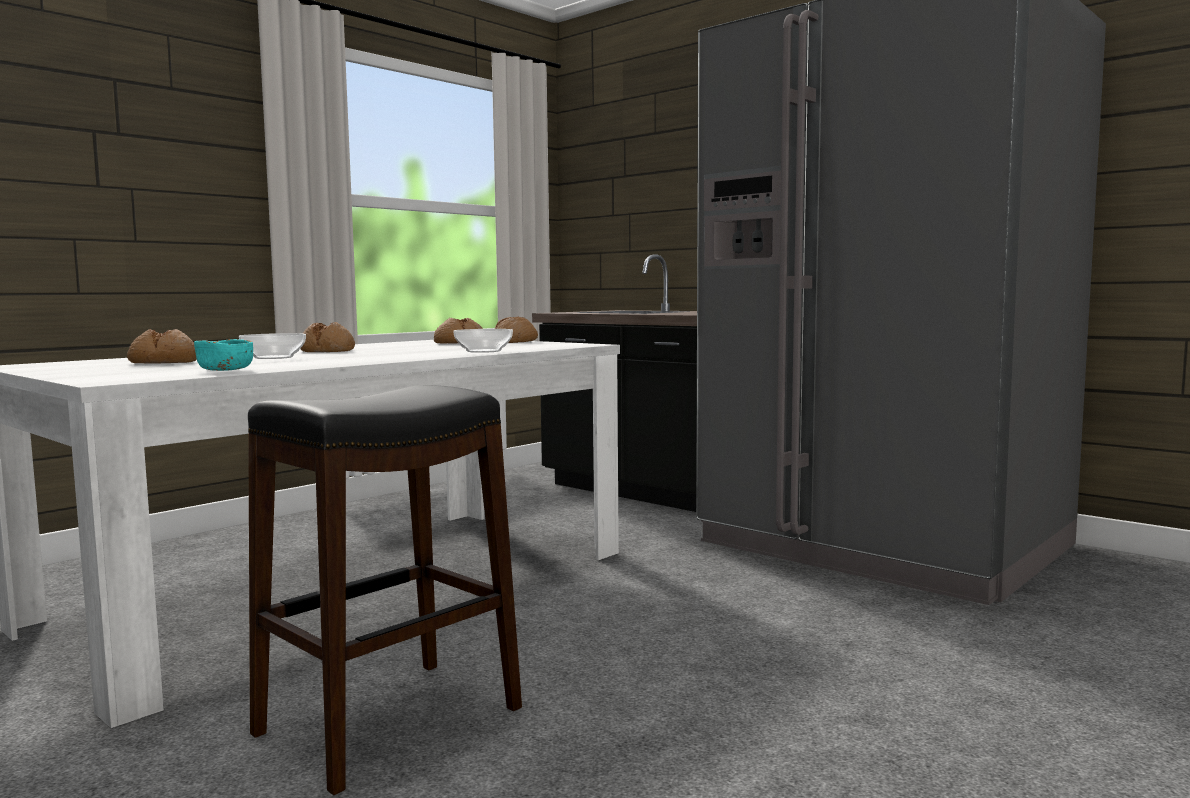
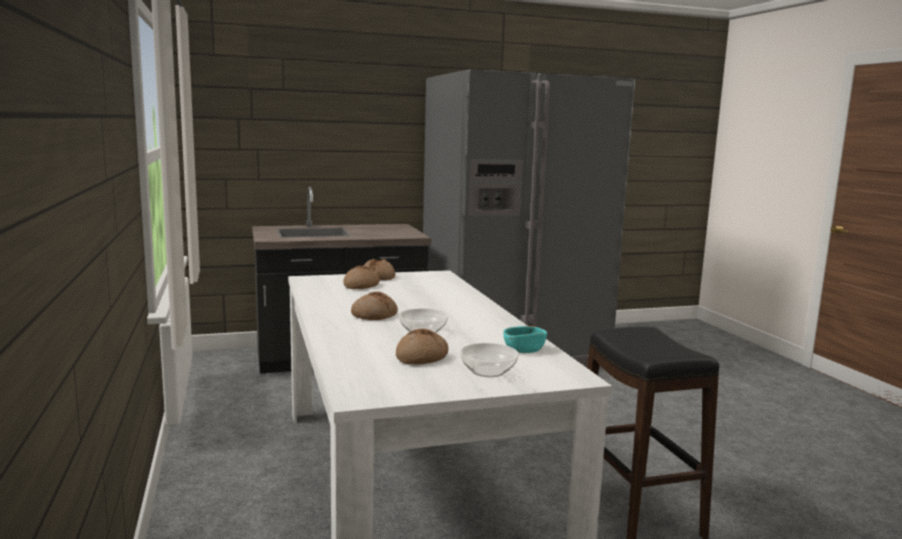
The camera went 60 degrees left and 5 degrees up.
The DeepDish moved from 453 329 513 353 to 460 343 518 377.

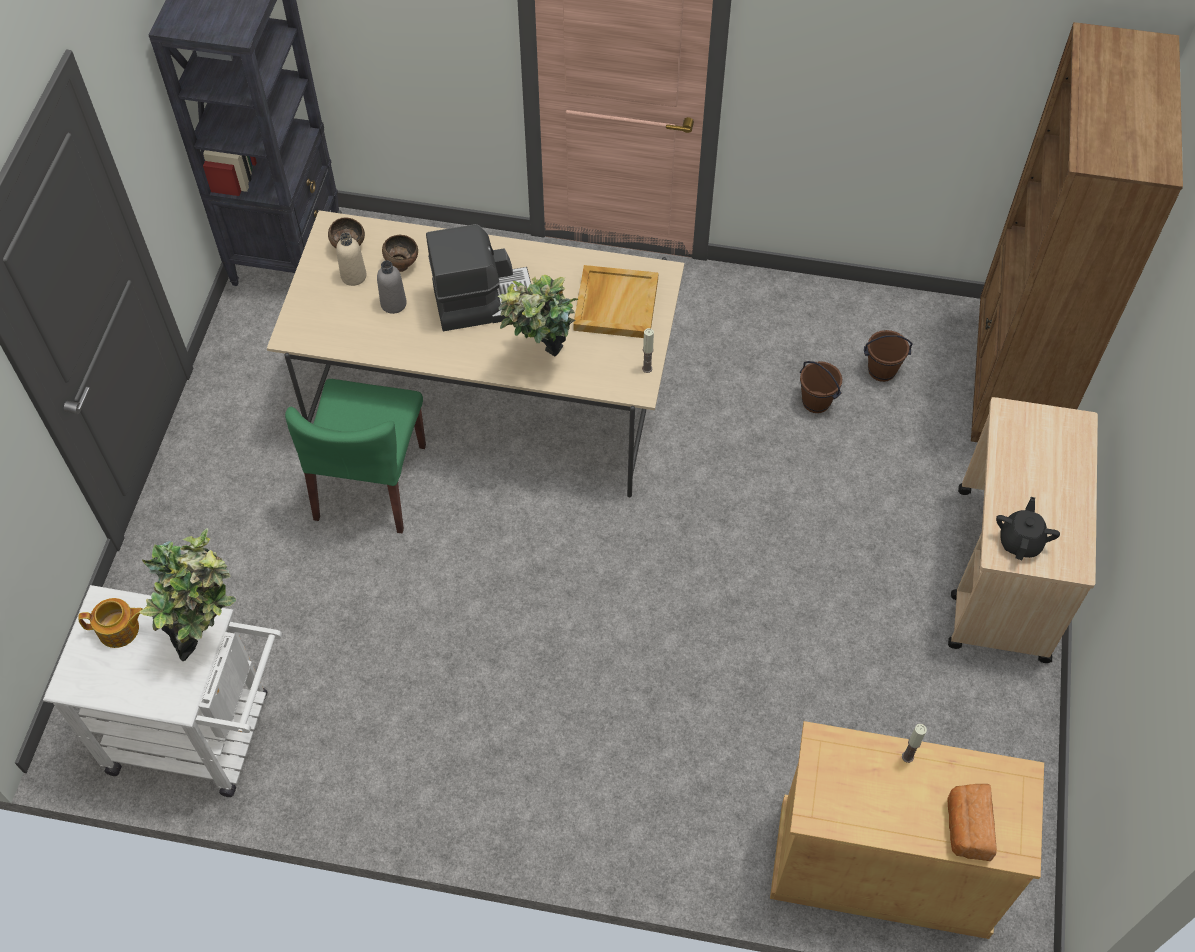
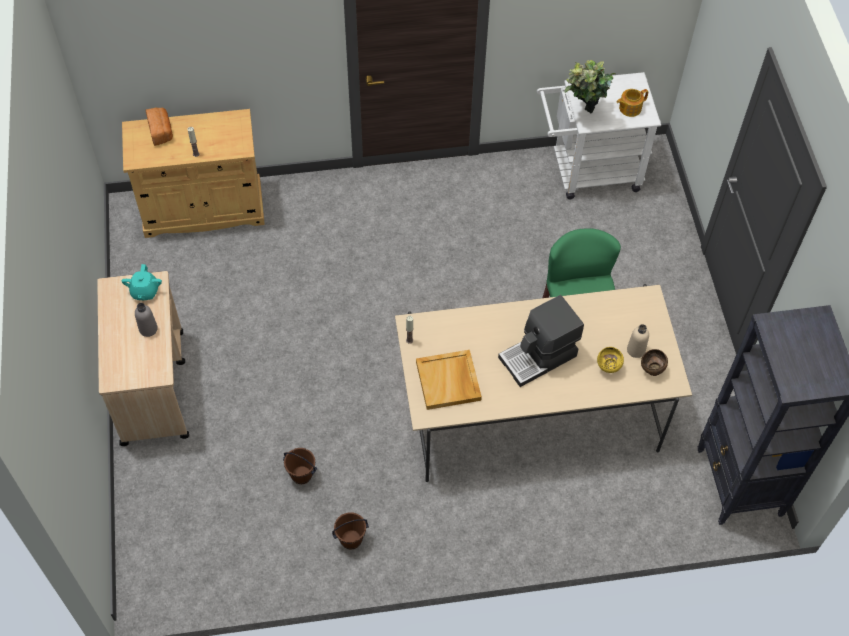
The camera went 160 degrees right and 0 degrees up.
The BrownColouredBookshelf at 971 22 1183 442 disappeared.
The BrownColouredDeepDish at 382 235 418 272 became the YellowishDeepDish at 597 347 624 373.
The GreyishBeverageBottle moved from 377 260 407 314 to 135 303 158 337.
The PottedPlant at 497 275 579 356 disappeared.
The BrownColouredBucket moved from 864 330 913 382 to 332 512 369 549.
The BlackTeaPot at 996 497 1060 560 became the BlueGreenTeaPot at 121 264 162 300.

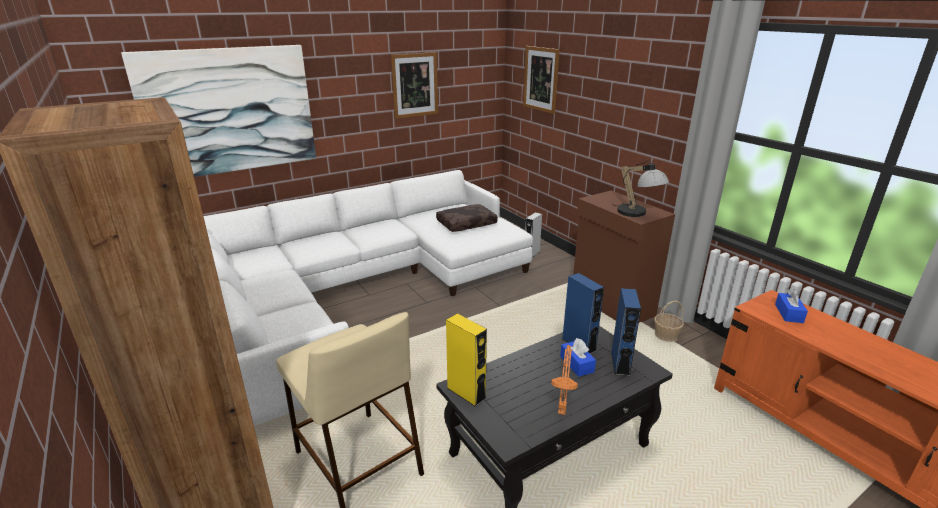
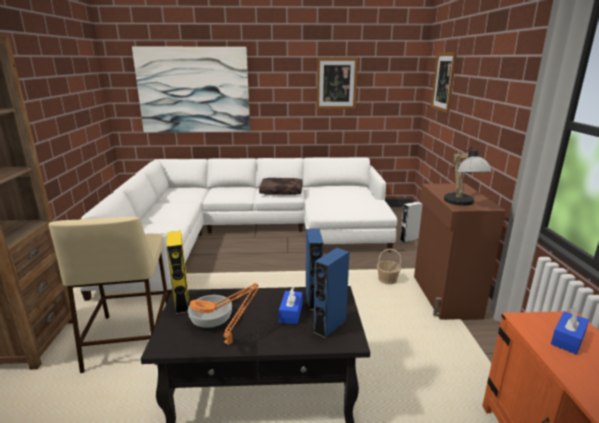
The camera went 30 degrees right and 5 degrees down.
The BrownColouredPillow moved from 436 204 498 232 to 259 178 303 195.
The HouseholdBasket moved from 654 301 684 342 to 377 249 401 284.
The DeepDish at 188 295 232 330 appeared.

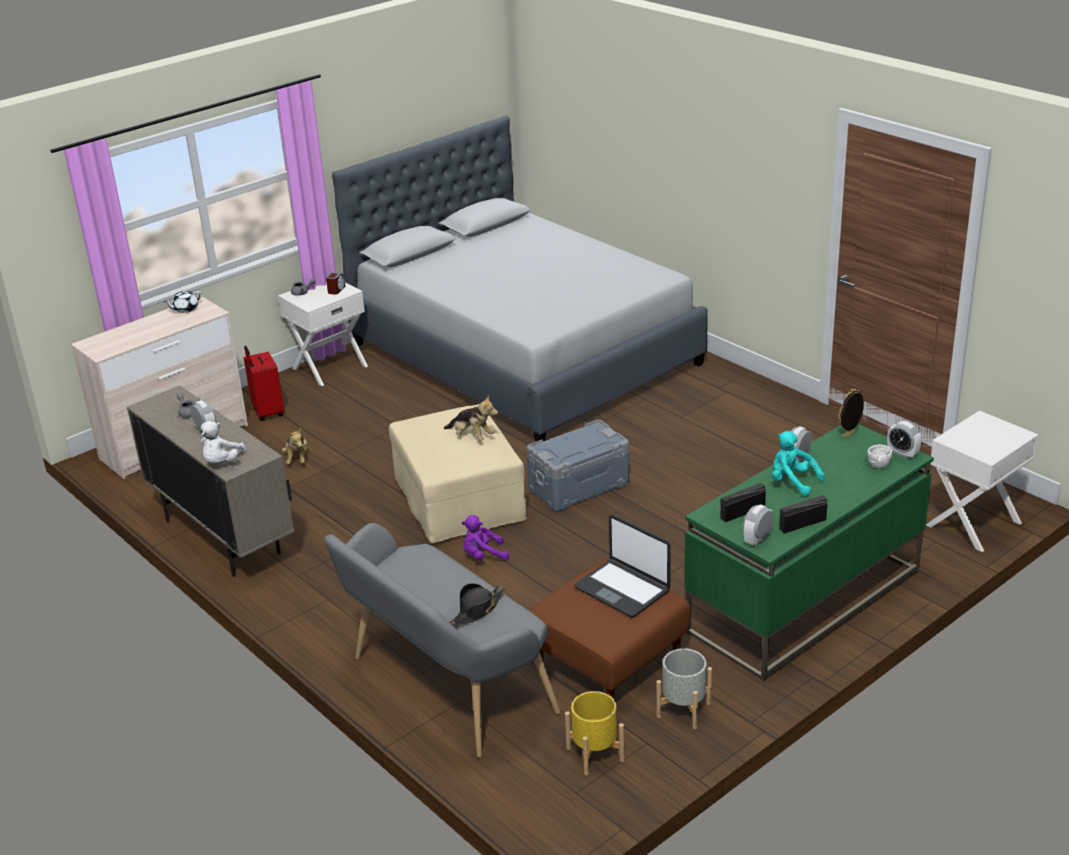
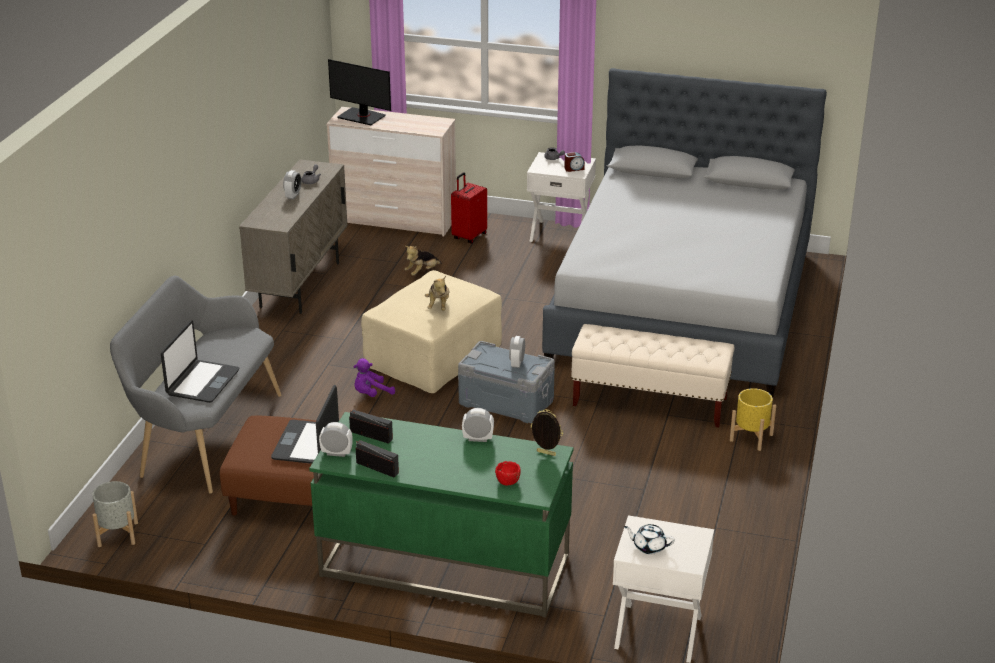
The camera went 55 degrees right and 0 degrees up.
The WhiteTeaPot moved from 164 290 202 313 to 624 524 675 554.
The WhiteCuddlyToy at 201 421 246 463 disappeared.
The TableClock moved from 887 421 921 459 to 509 336 525 368.
The BlueGreenCuddlyToy at 772 431 825 496 disappeared.
The WhiteDeepDish at 867 444 893 469 became the ReddishDeepDish at 495 461 521 486.
The PurplishCuddlyToy at 461 515 509 561 turned 75 degrees counterclockwise.
The BlackWearableHat at 449 583 505 626 was replaced by the PortableComputer at 161 321 239 403.
The GreyishPlantPot moved from 656 648 712 729 to 92 481 138 547.
The YellowishPlantPot moved from 565 691 625 775 to 730 388 776 451.
The ComputerDisplay at 328 59 391 125 appeared.
The BeigeLongSeat at 571 324 734 428 appeared.

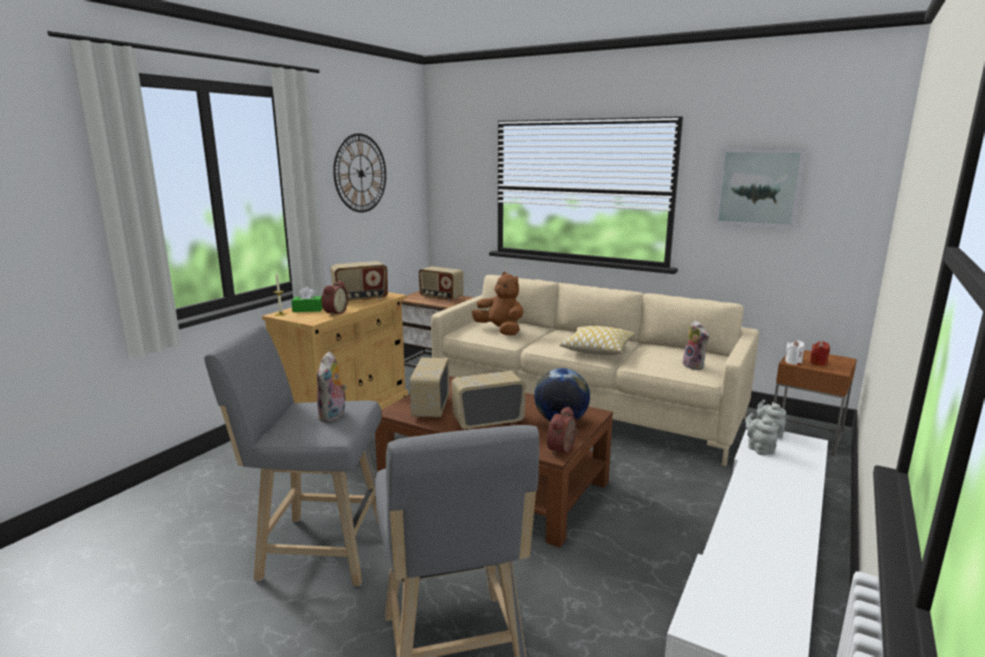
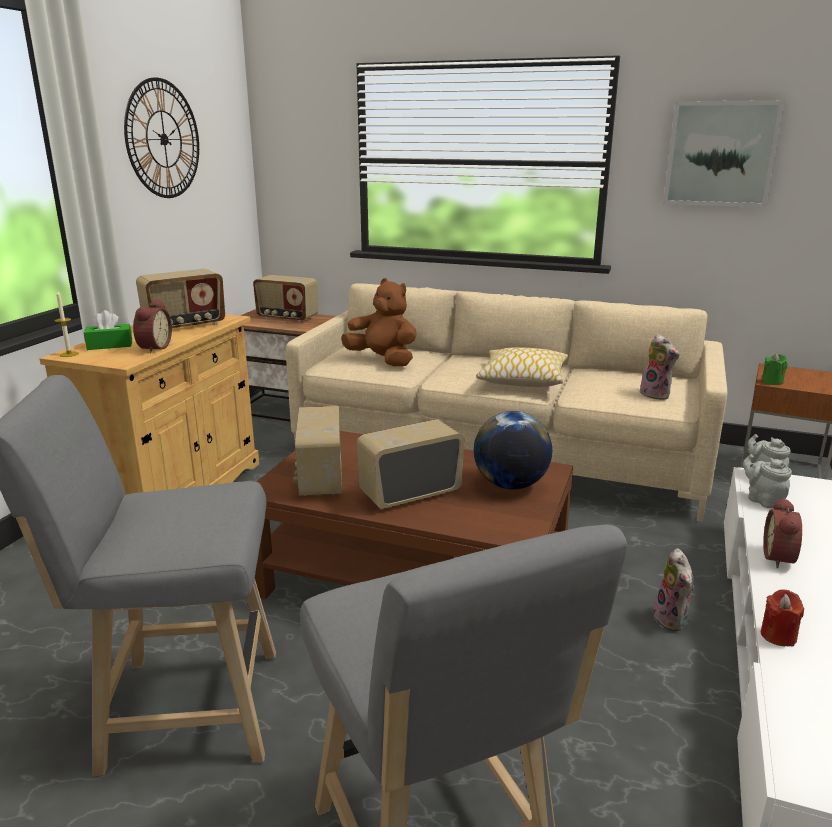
The camera went 10 degrees left and 5 degrees up.
The WhiteWaxLight at 785 340 804 365 became the GreenColouredWaxLight at 762 354 788 385.
The ReddishWaxLight moved from 810 341 830 366 to 761 590 804 647.
The CuddlyToy moved from 317 351 347 422 to 653 548 695 631.
The TableClock moved from 547 406 578 456 to 763 498 802 568.

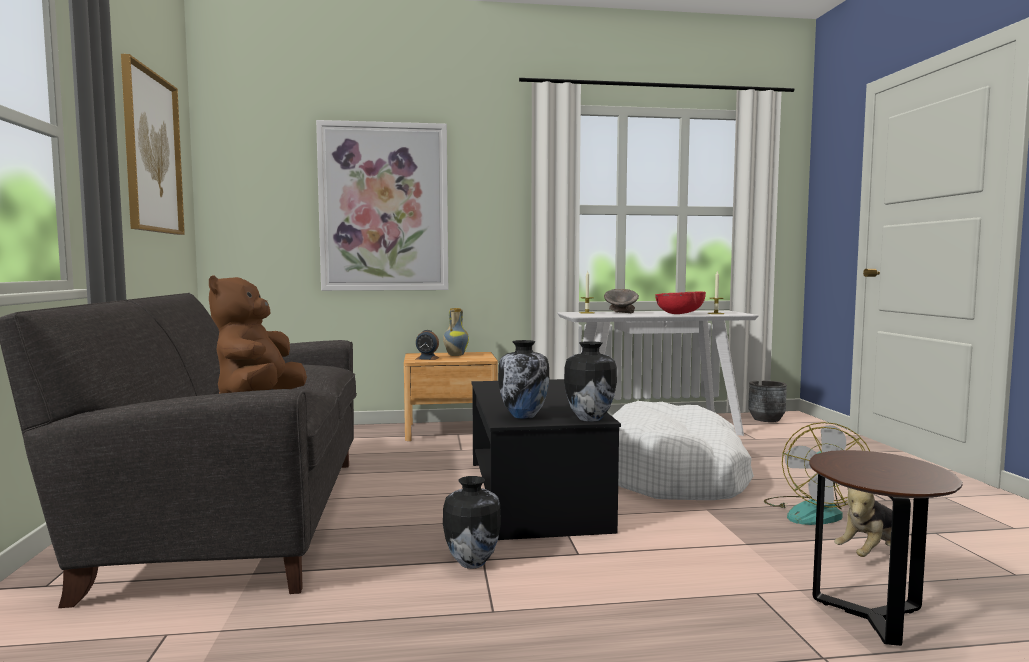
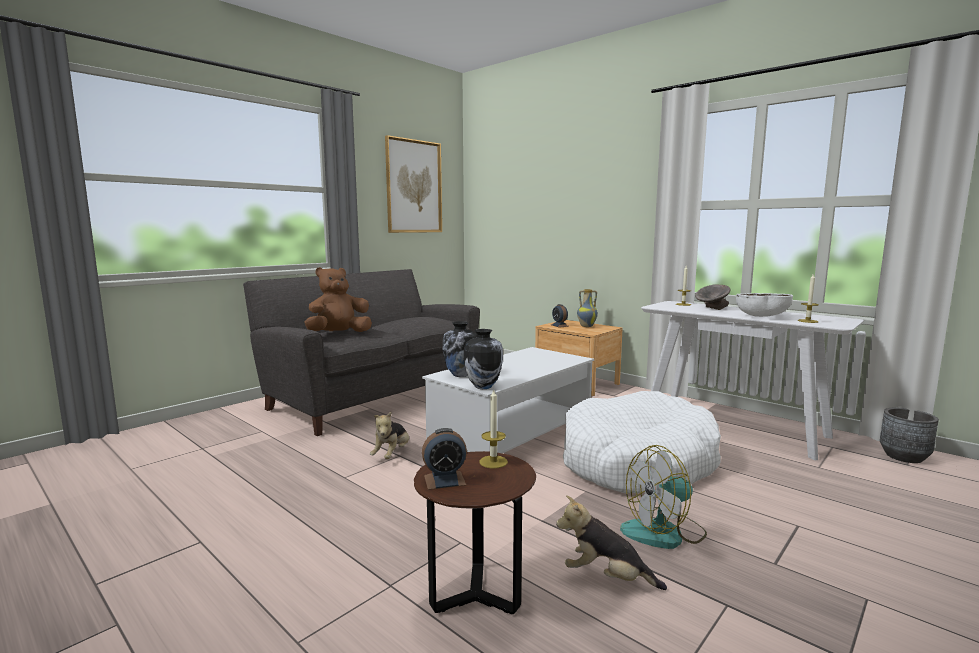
The camera went 50 degrees right and 5 degrees up.
The Picture at 316 120 448 291 disappeared.
The ReddishDeepDish at 655 291 706 314 became the WhiteDeepDish at 736 293 793 317.
The BlackLoungeTable at 472 379 621 540 became the WhiteLoungeTable at 422 347 594 454.
The Vase at 443 476 501 569 was replaced by the CuddlyToy at 370 411 409 459.
The WaxLight at 479 388 508 468 appeared.
The TableClock at 422 428 467 490 appeared.

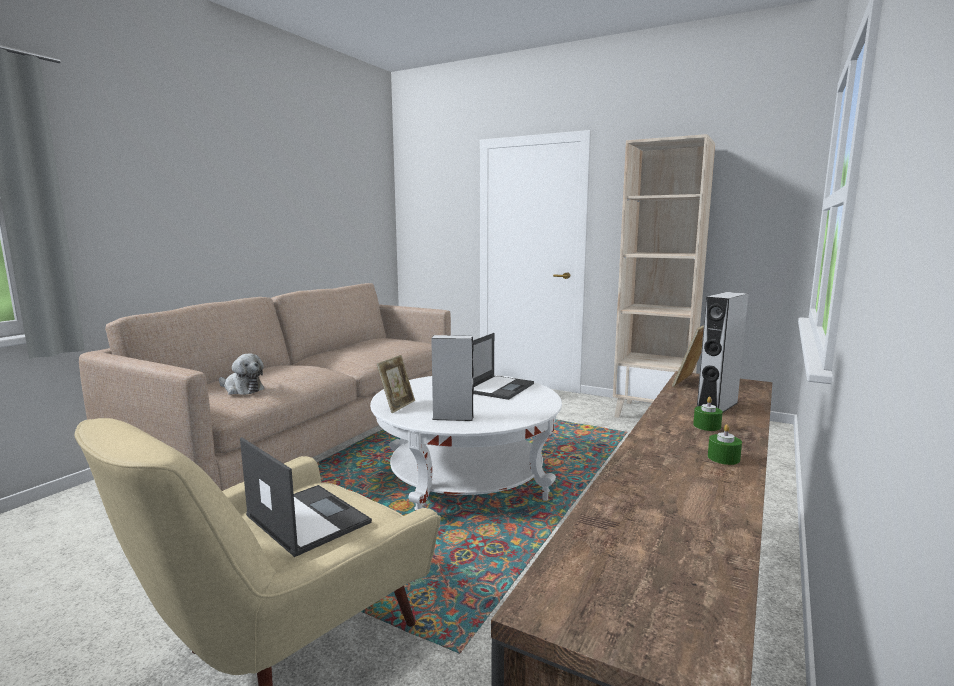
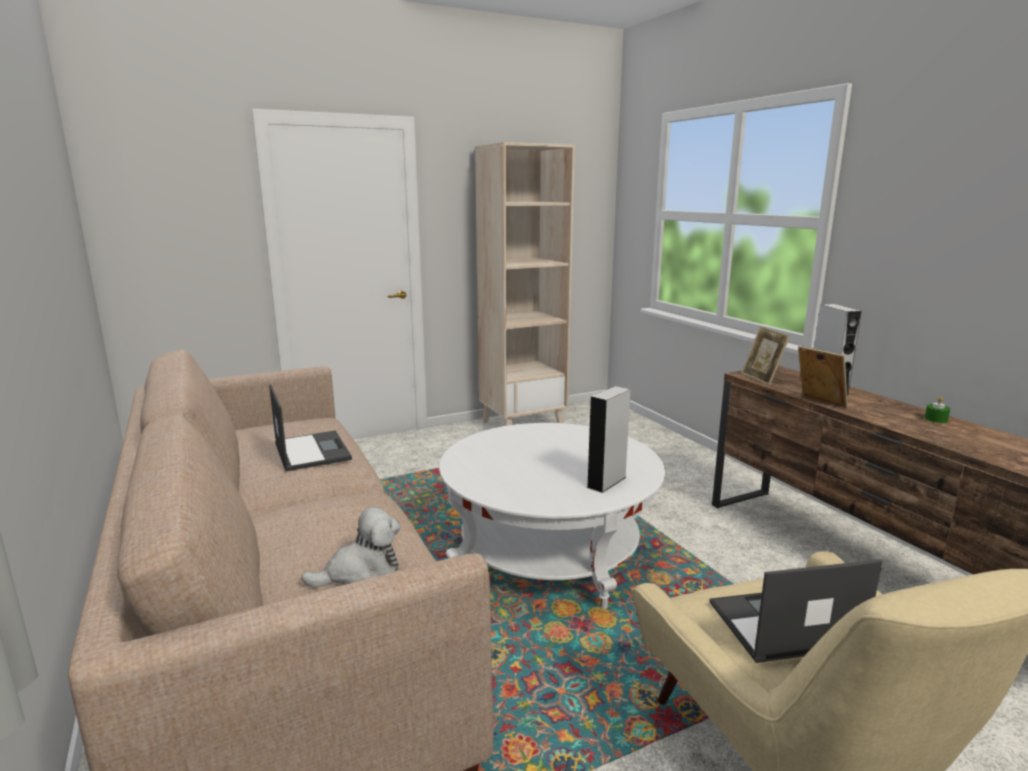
The camera went 55 degrees left and 5 degrees up.
The PortableComputer moved from 473 333 534 400 to 269 384 352 471.
The PhotoFrame moved from 377 355 415 413 to 798 346 848 408.
The GreenColouredWaxLight at 693 397 723 431 disappeared.

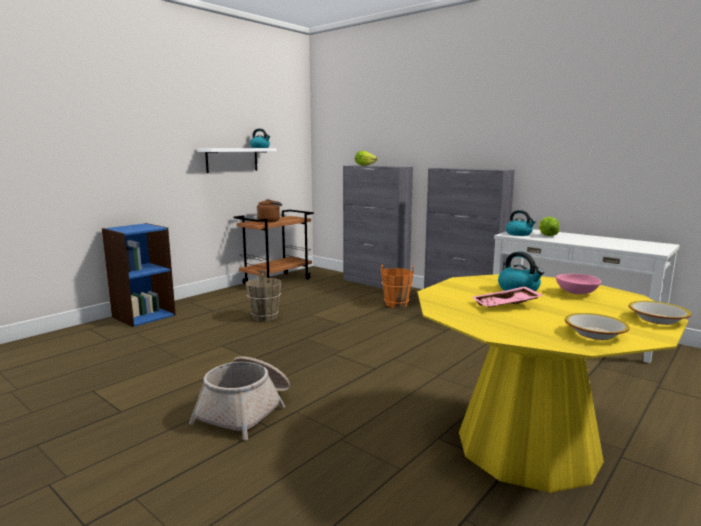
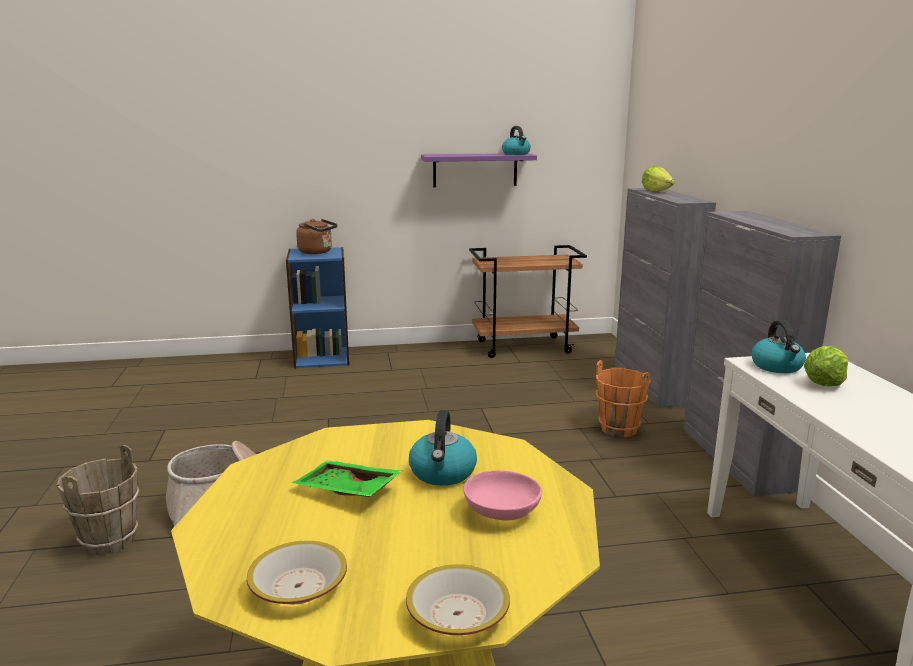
The camera went 40 degrees right and 5 degrees up.
The WhiteShelf at 197 148 277 173 became the PurplishShelf at 421 153 537 187.
The BrownColouredWaterKettle moved from 257 199 282 222 to 296 219 337 254.
The BrownColouredBucket moved from 246 270 282 322 to 57 445 140 556.
The PinkTray at 472 286 544 307 became the GreenColouredTray at 292 461 402 497.

